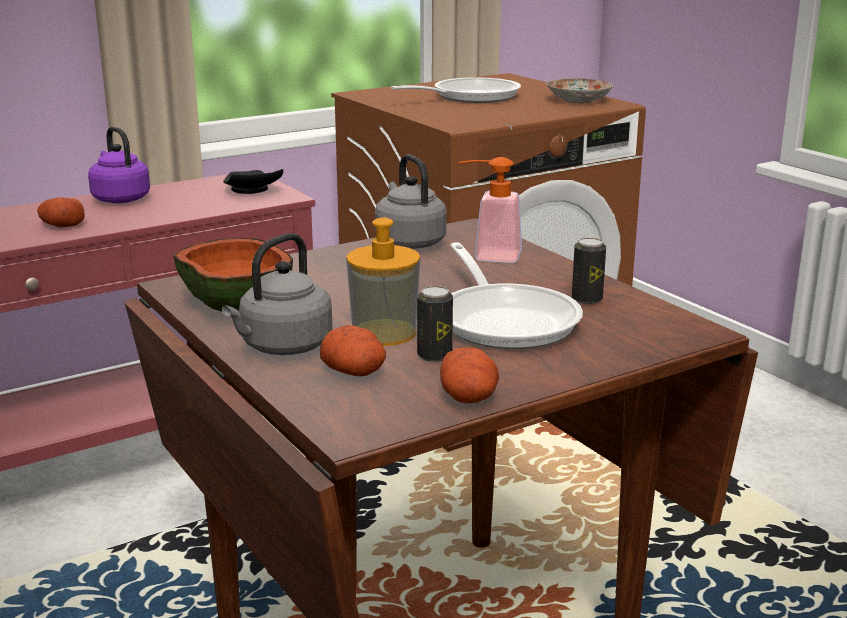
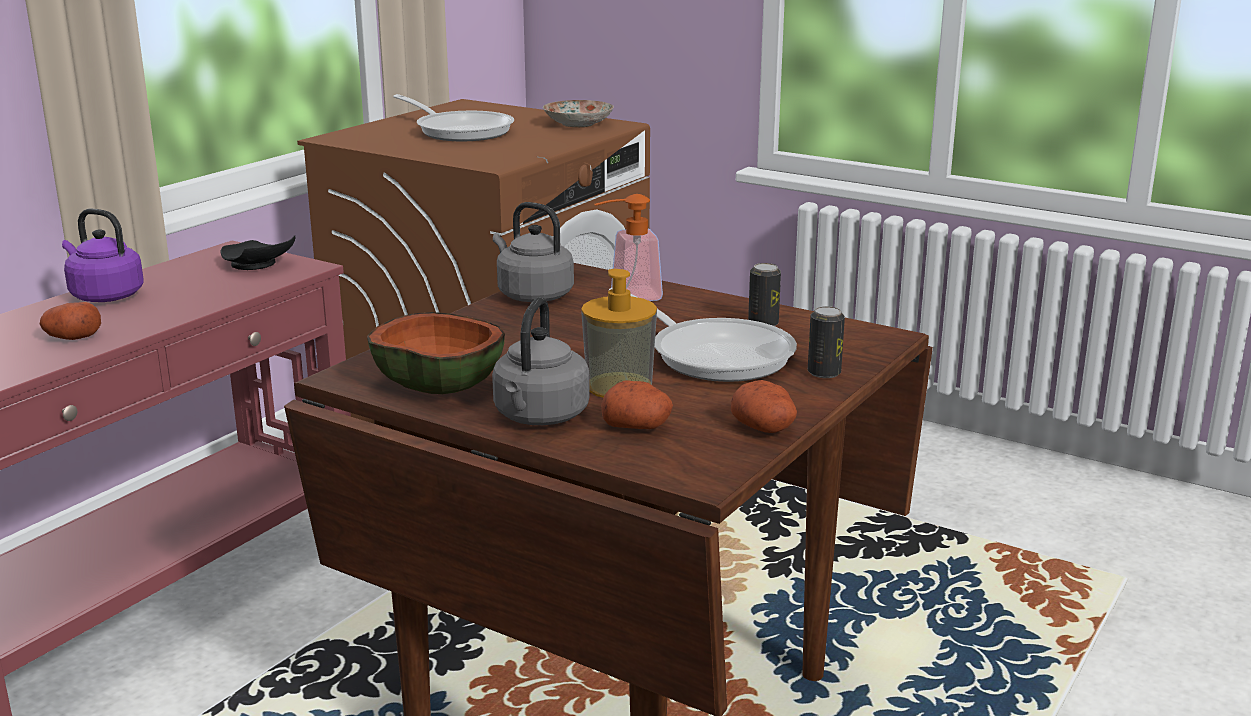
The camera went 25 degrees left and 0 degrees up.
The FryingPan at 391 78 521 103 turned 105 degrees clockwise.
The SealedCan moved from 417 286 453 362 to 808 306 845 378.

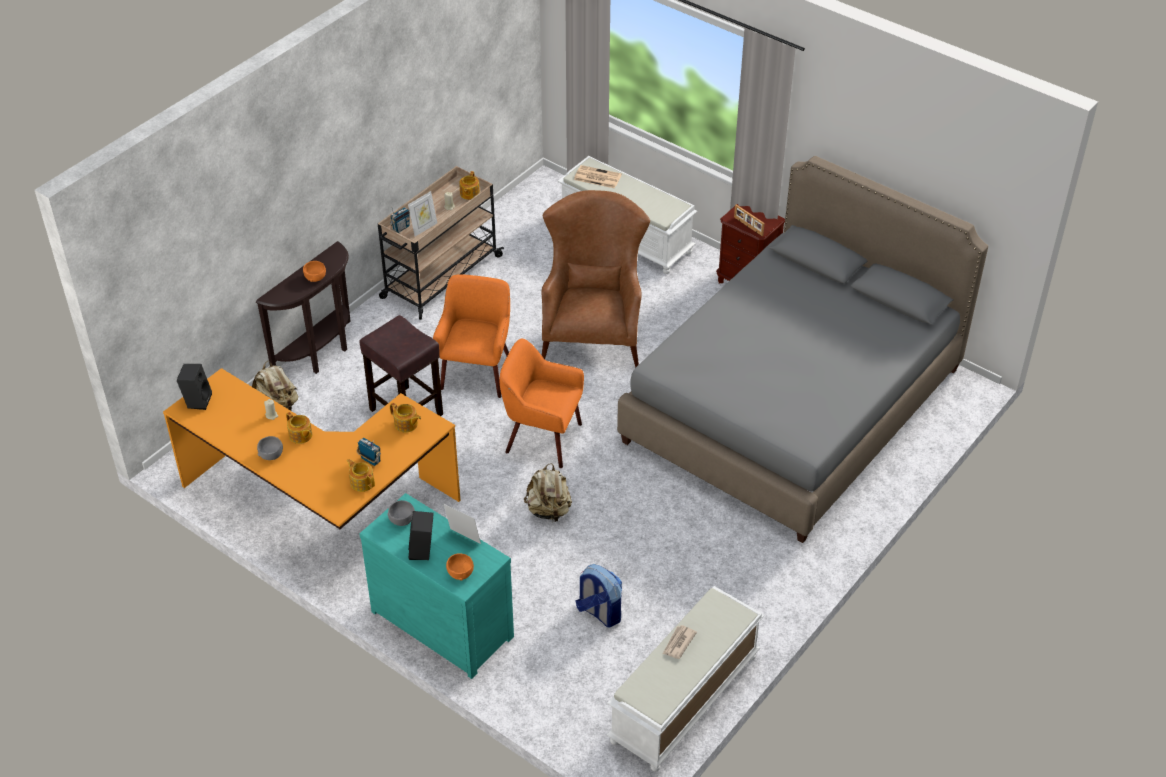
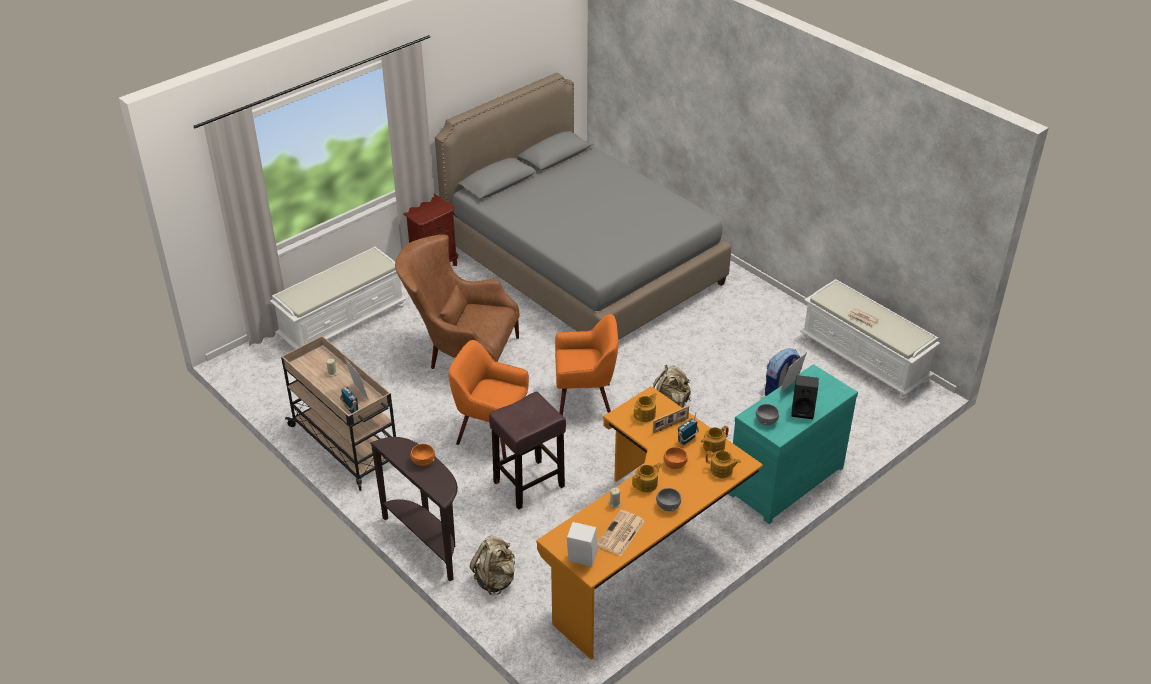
The camera went 80 degrees left and 5 degrees down.
The Newspaper moved from 574 165 622 188 to 597 510 645 556.
The TeaPot moved from 459 171 480 200 to 706 451 741 478.
The PhotoFrame moved from 734 204 765 236 to 653 406 689 434.
The OrangeyLoungeChair at 499 339 584 468 turned 120 degrees counterclockwise.
The BlackLoudspeaker at 177 364 212 410 became the WhiteLoudspeaker at 567 522 597 567.
The OrangeyDeepDish moved from 446 553 474 581 to 663 447 688 469.

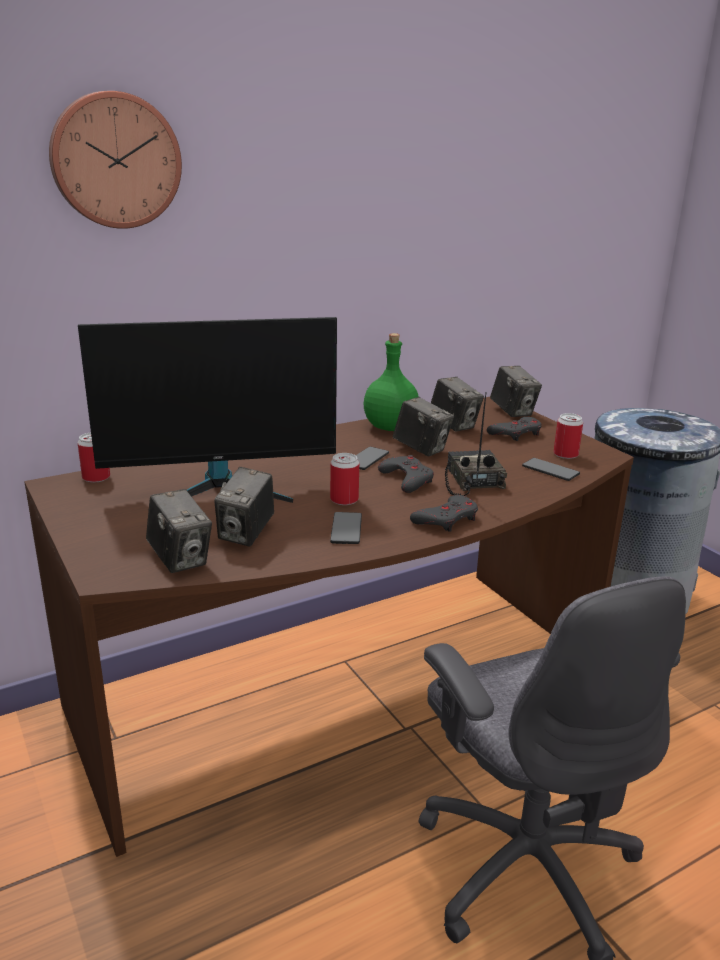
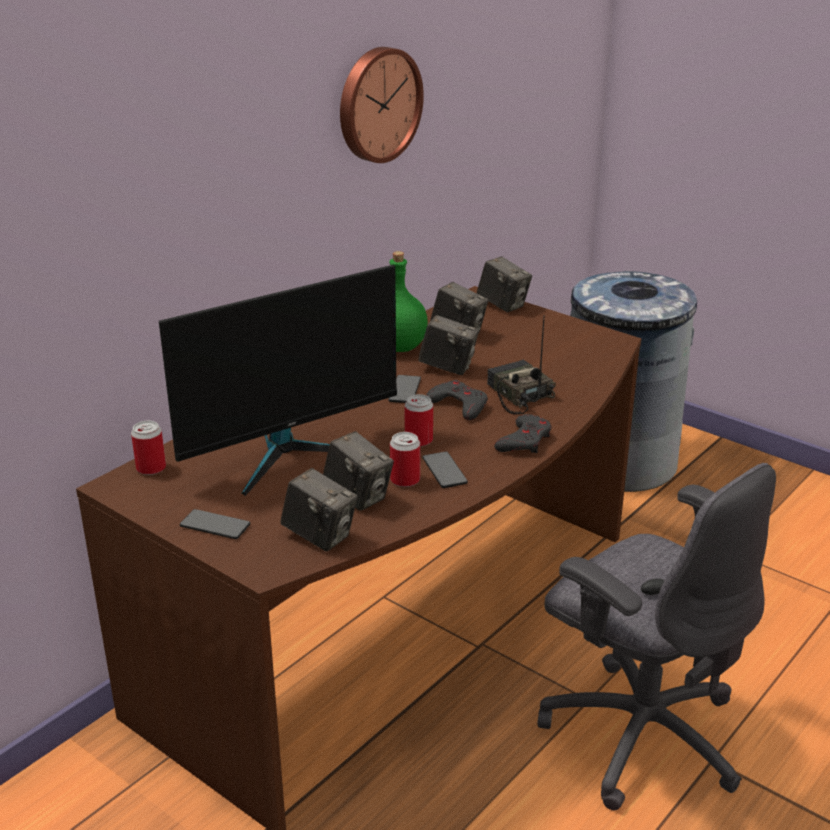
The camera went 20 degrees left and 5 degrees up.
The WallClock moved from 49 91 182 229 to 340 47 424 163.
The SealedCan moved from 553 413 583 459 to 390 432 420 487.
The GreyishGamepad at 487 417 542 441 disappeared.
The Telephone moved from 522 458 580 481 to 180 509 250 539.
The PhotoCamera at 215 467 274 546 turned 45 degrees counterclockwise.

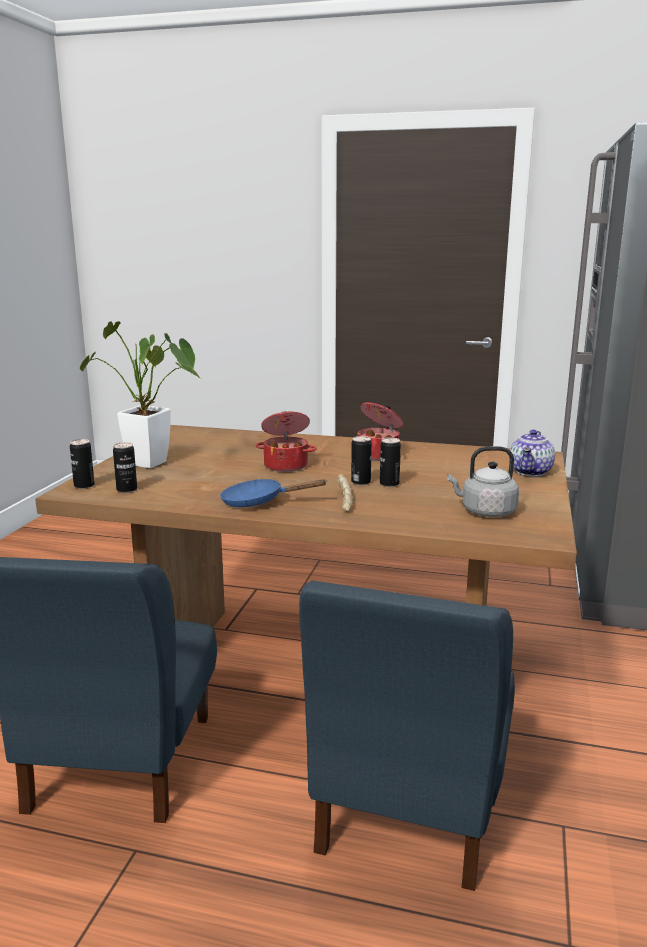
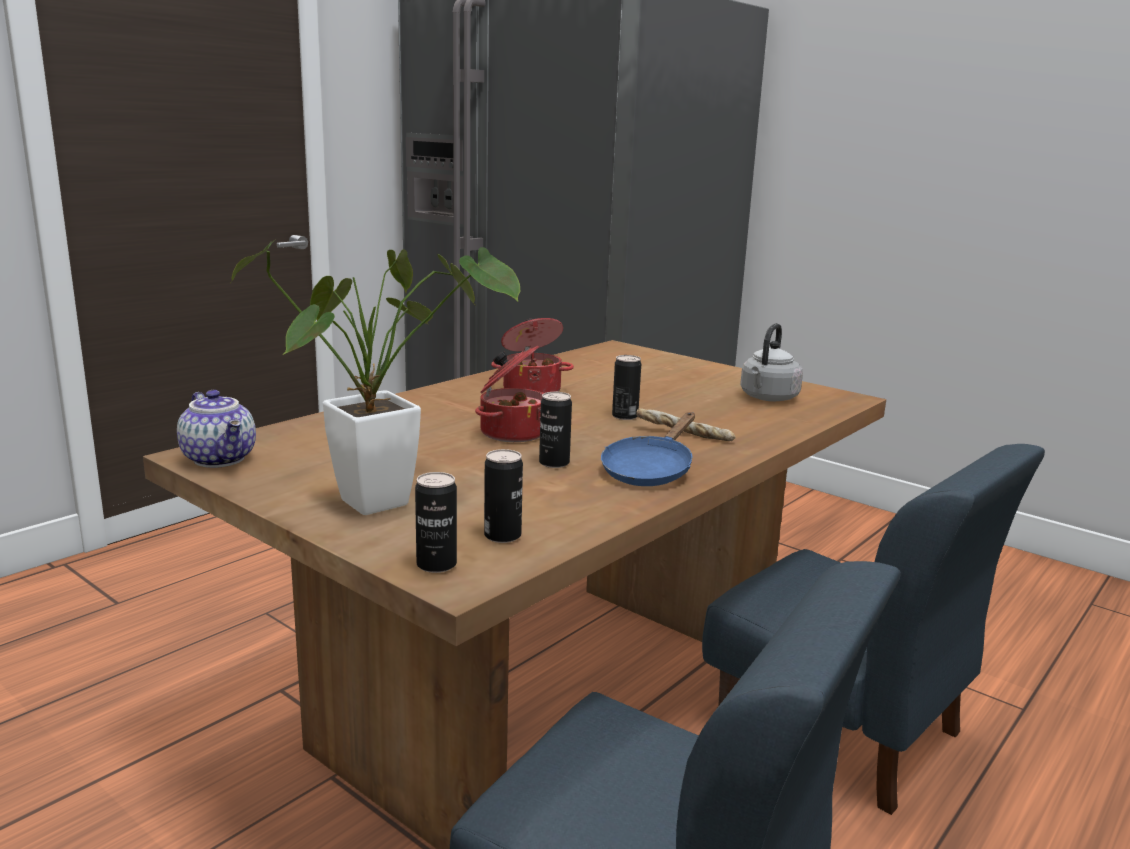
The camera went 65 degrees left and 0 degrees up.
The TeaPot moved from 509 430 555 476 to 177 390 256 468.
The SealedCan moved from 380 437 401 487 to 539 392 572 468.

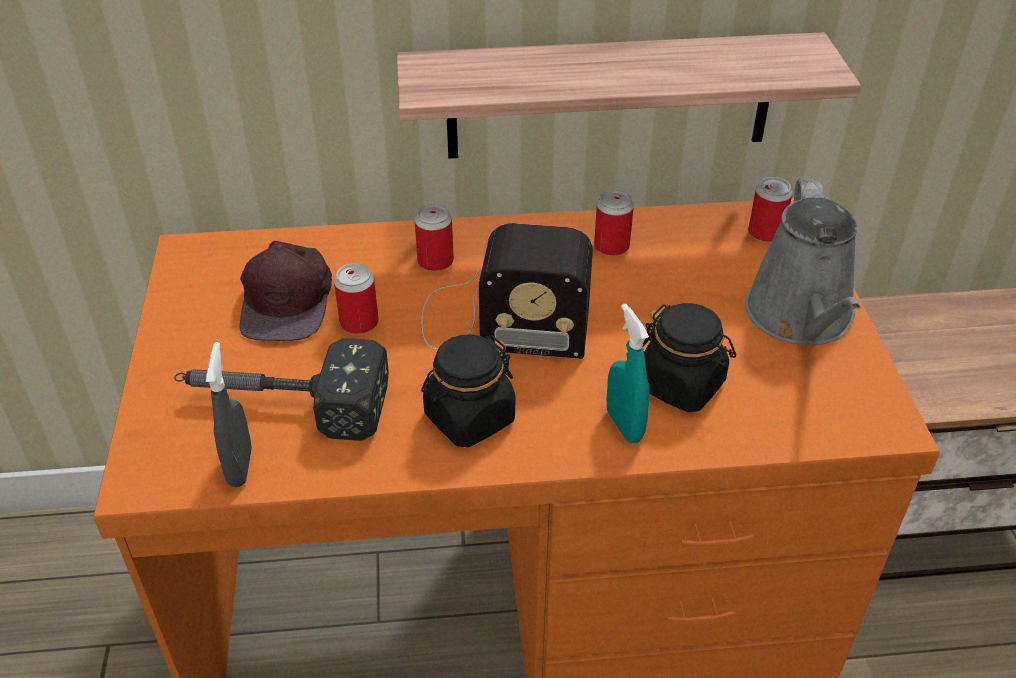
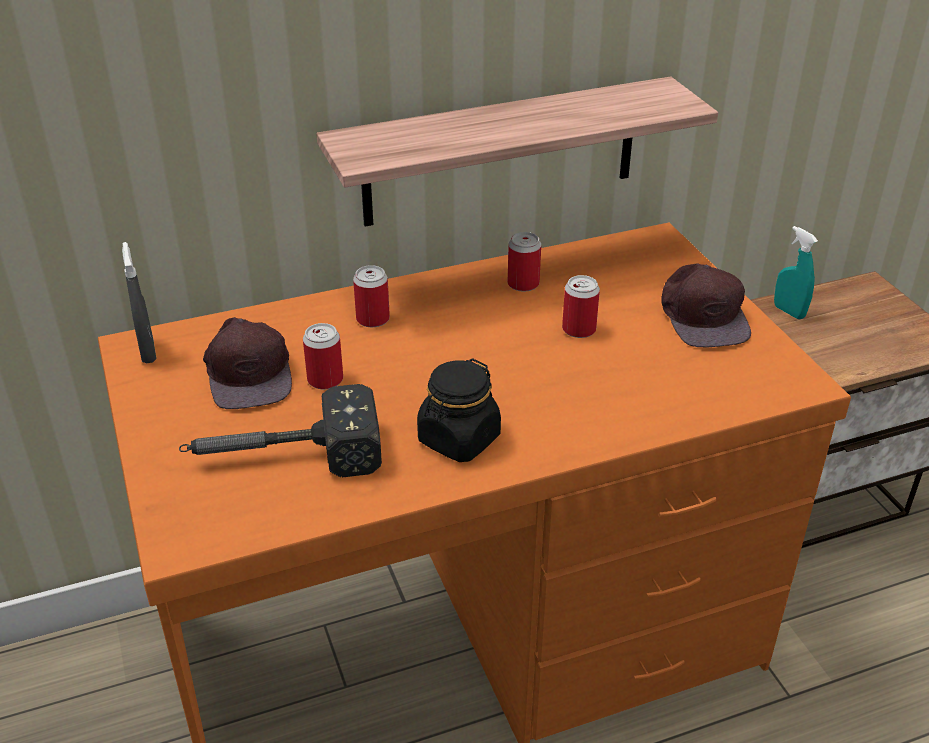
The camera went 15 degrees left and 5 degrees down.
The SealedCan moved from 748 177 793 242 to 562 275 600 338.
The GreyishWateringPot at 745 179 861 345 was replaced by the BrownColouredCap at 662 263 751 348.
The RadioReceiver at 421 223 593 359 disappeared.
The BlueGreenSprayer moved from 606 303 649 443 to 774 226 818 319.
The BlackStorageJar at 643 303 736 412 disappeared.
The GreyishSprayer moved from 206 342 252 487 to 122 242 156 363.

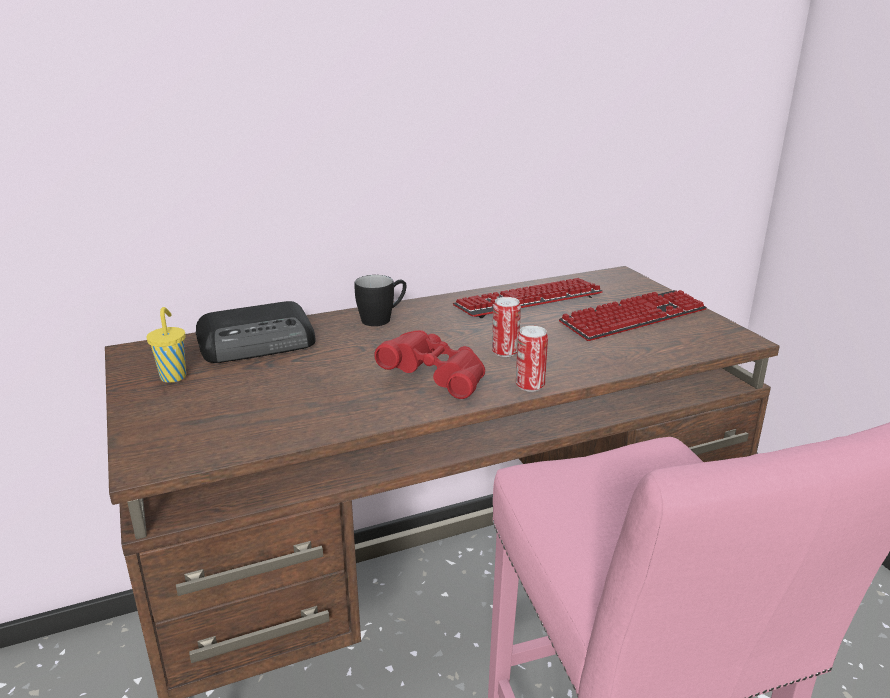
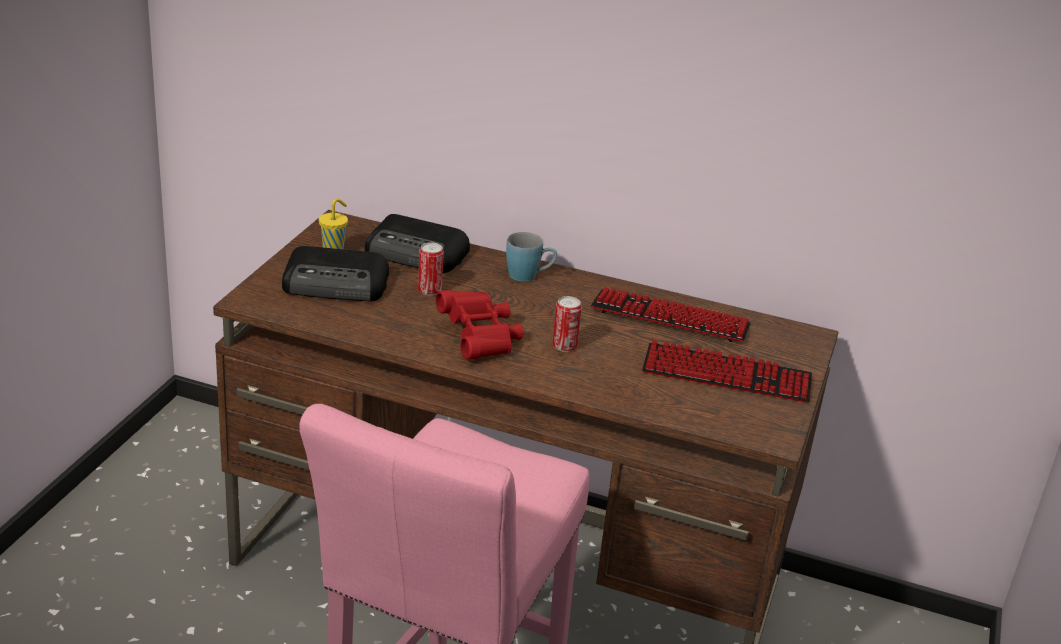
The camera went 40 degrees right and 5 degrees up.
The BlackTeaMug at 354 275 406 326 became the BlueTeaMug at 506 232 557 282.
The SealedCan moved from 516 326 548 392 to 418 242 444 296.
The RadioReceiver at 282 246 389 301 appeared.

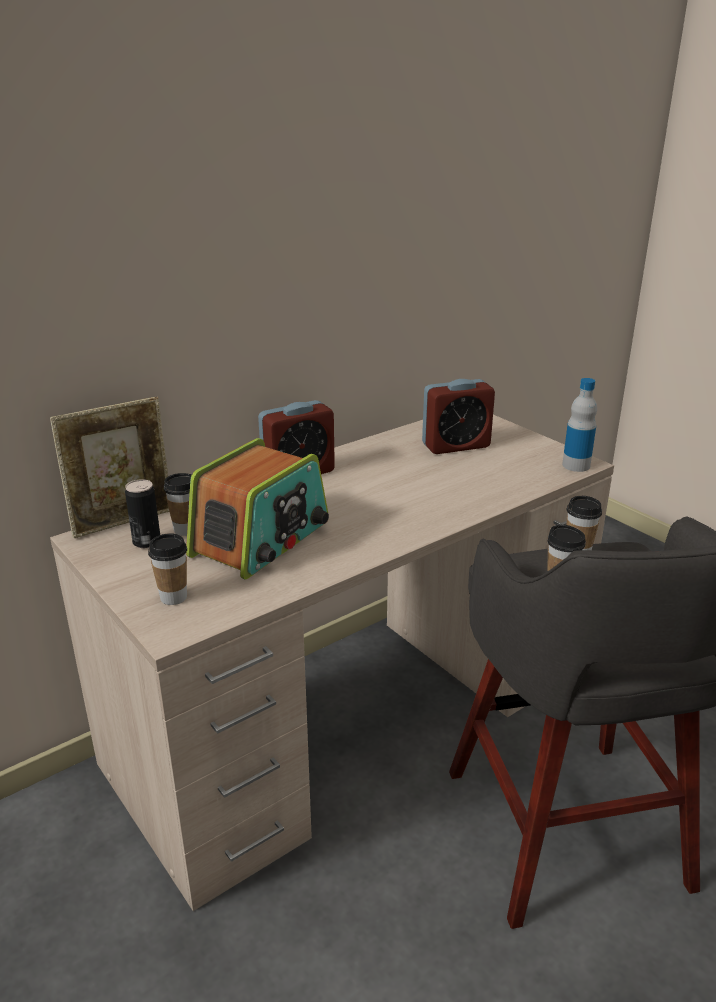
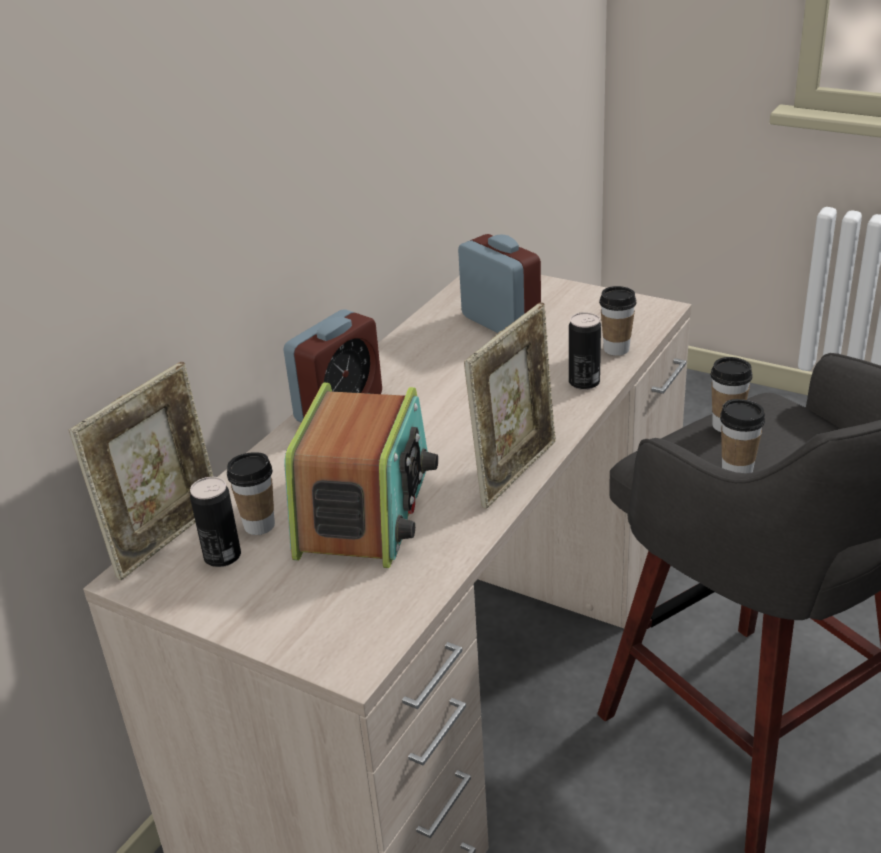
The camera went 20 degrees left and 5 degrees up.
The BeverageBottle at 562 378 597 472 disappeared.
The TableClock at 422 379 495 454 turned 90 degrees counterclockwise.
The DrinkingCup moved from 148 533 187 605 to 599 286 637 356.
The PhotoFrame at 464 303 556 509 appeared.
The SealedCan at 569 312 601 390 appeared.

